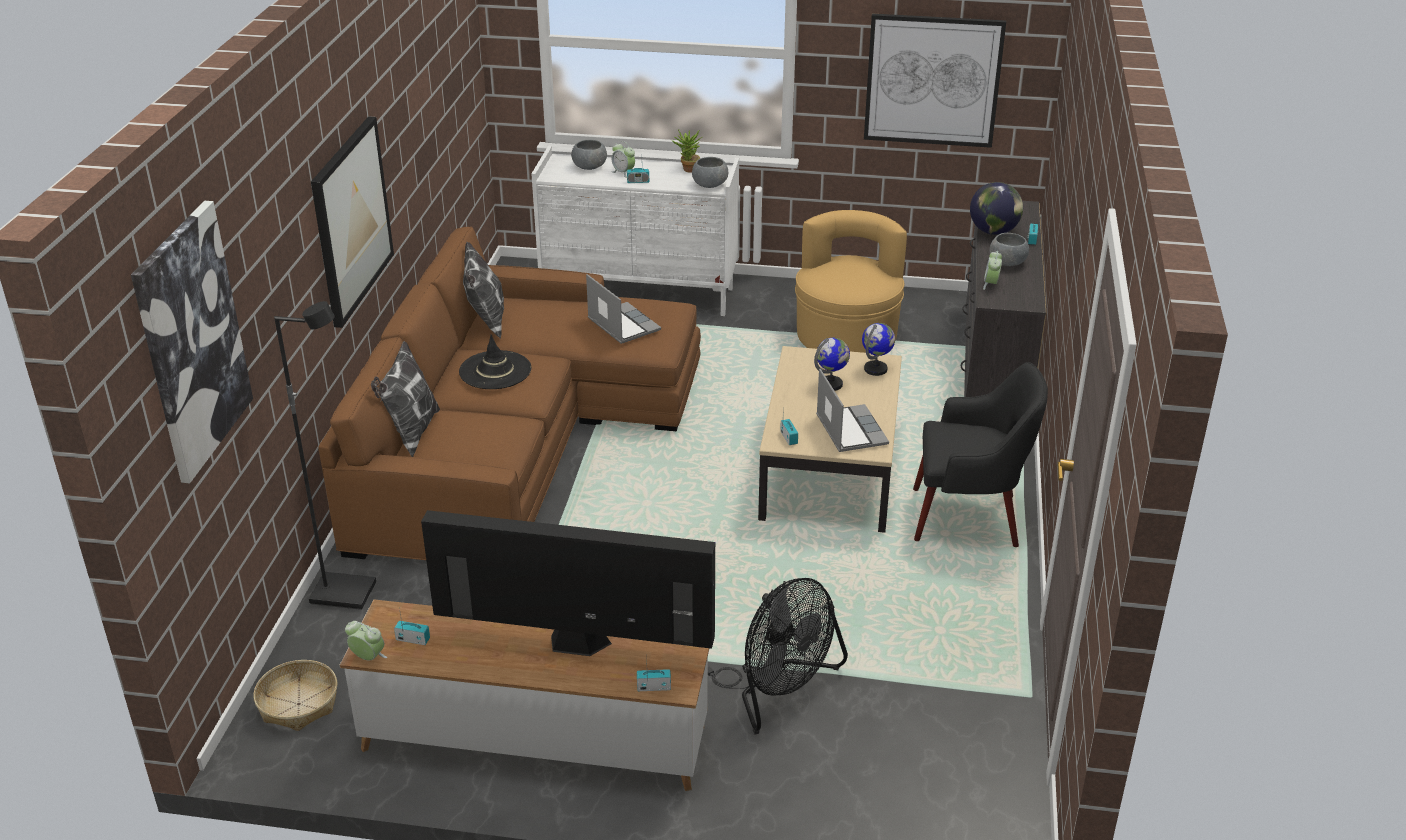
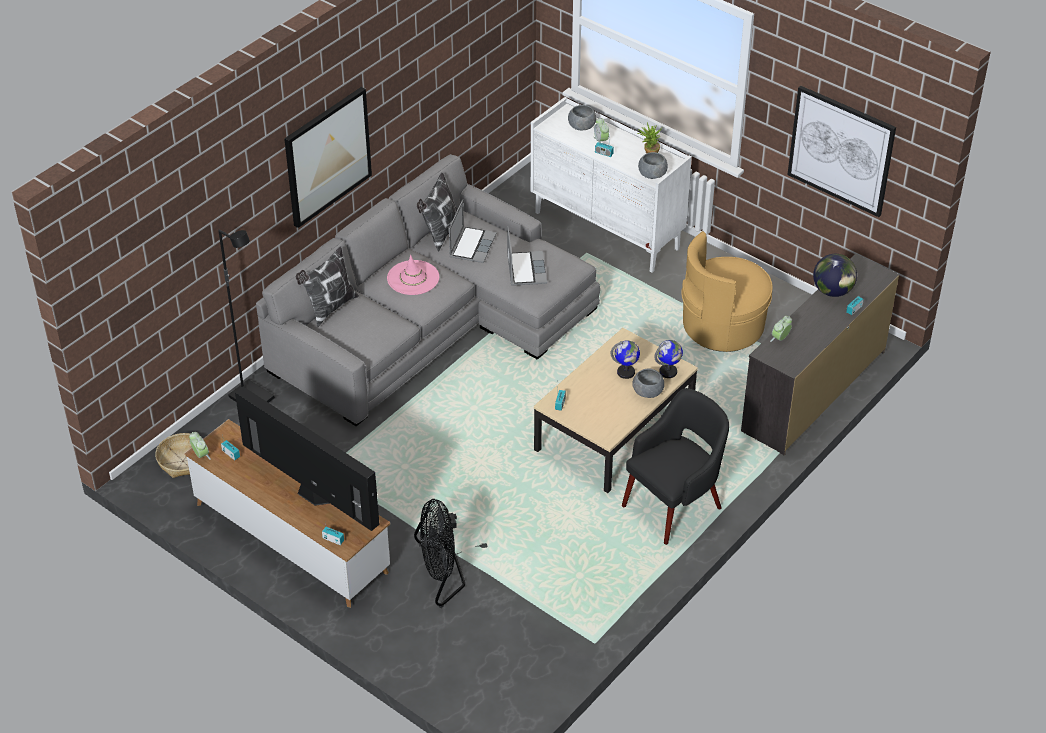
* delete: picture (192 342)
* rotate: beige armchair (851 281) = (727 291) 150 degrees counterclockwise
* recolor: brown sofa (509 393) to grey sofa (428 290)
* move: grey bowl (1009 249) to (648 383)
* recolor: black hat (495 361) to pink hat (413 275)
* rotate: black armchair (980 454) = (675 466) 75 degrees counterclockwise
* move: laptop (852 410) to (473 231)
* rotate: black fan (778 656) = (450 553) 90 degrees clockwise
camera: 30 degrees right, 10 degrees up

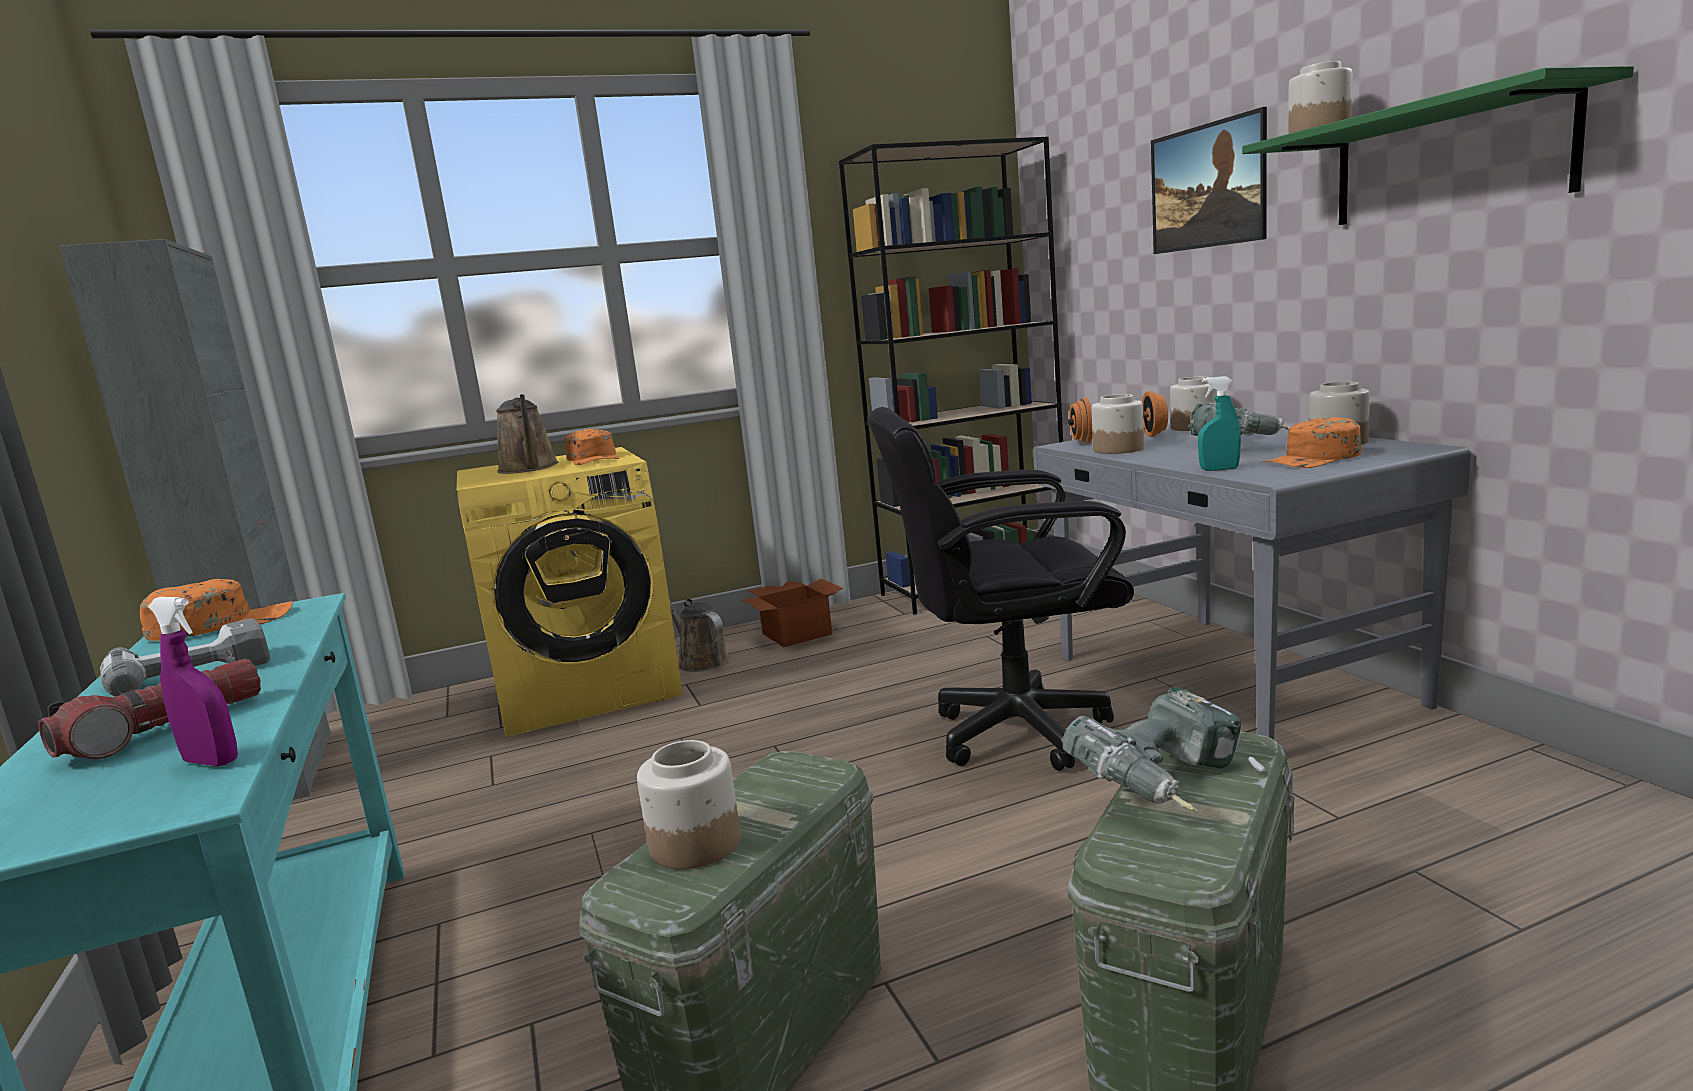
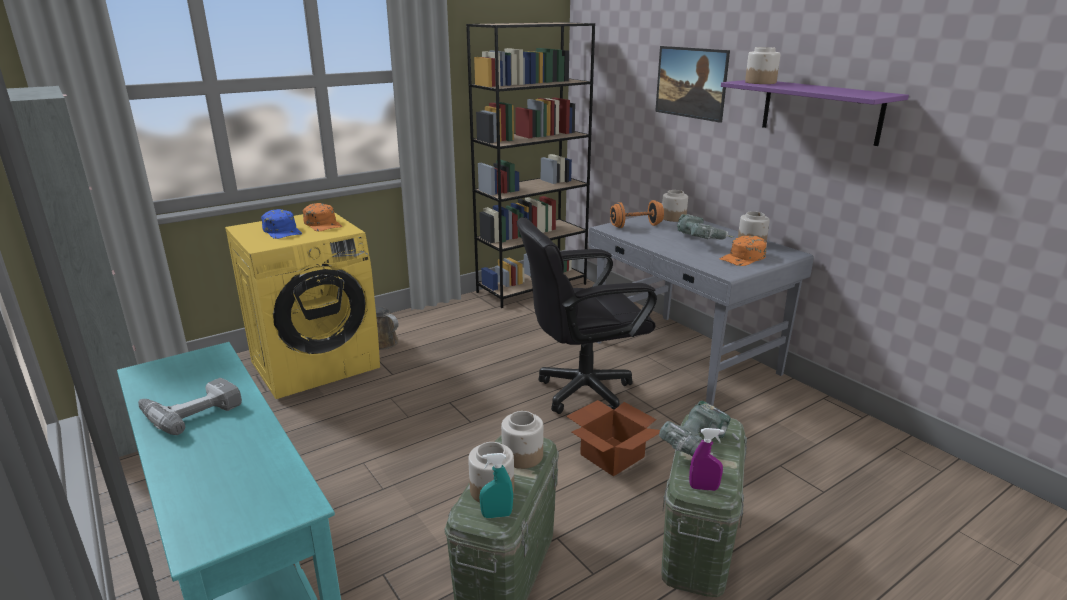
* recolor: green shelf (1438 145) to purple shelf (815 113)
* move: turquoise spray bottle (1219 423) to (496 485)
* replace: brown watering can (527 434) to blue cap (281 224)
* move: jar (1118 424) to (522 440)
* move: cardboard box (793 612) to (613 438)
* delete: orange cap (216 610)
* move: purple spray bottle (193 681) to (706 459)
* delete: flashlight (150 709)
camera: 15 degrees left, 10 degrees up

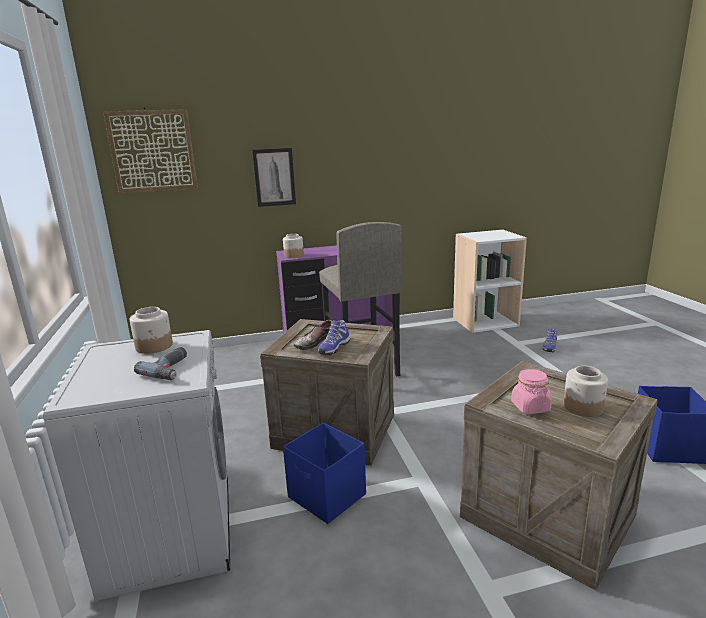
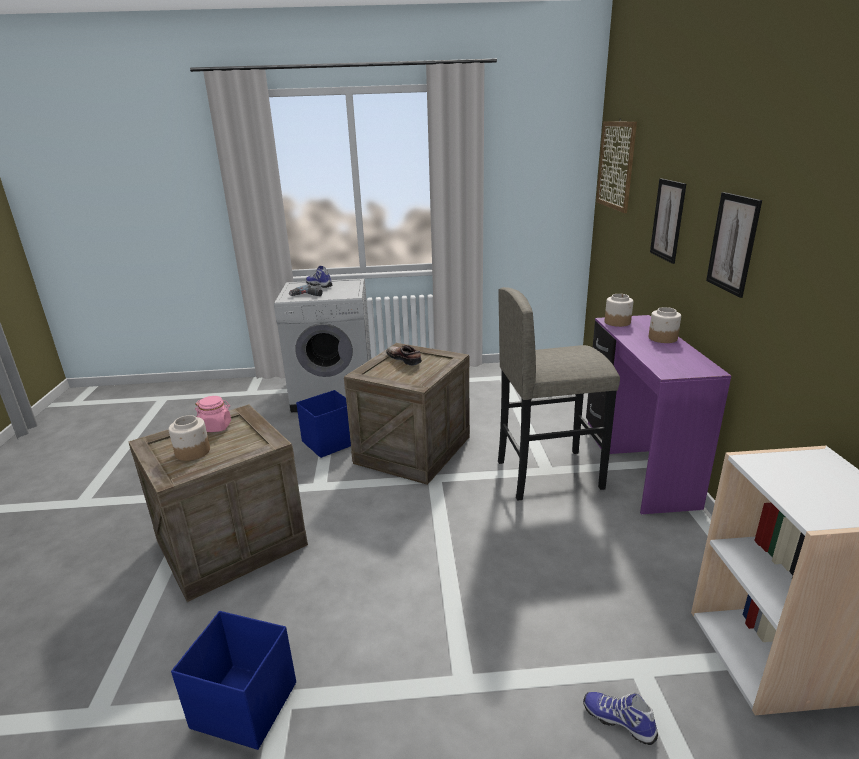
* move: jar (151 330) to (665 325)
* move: shoe (334 337) to (319 277)
* insert: picture (734 245)
camera: 100 degrees right, 5 degrees up

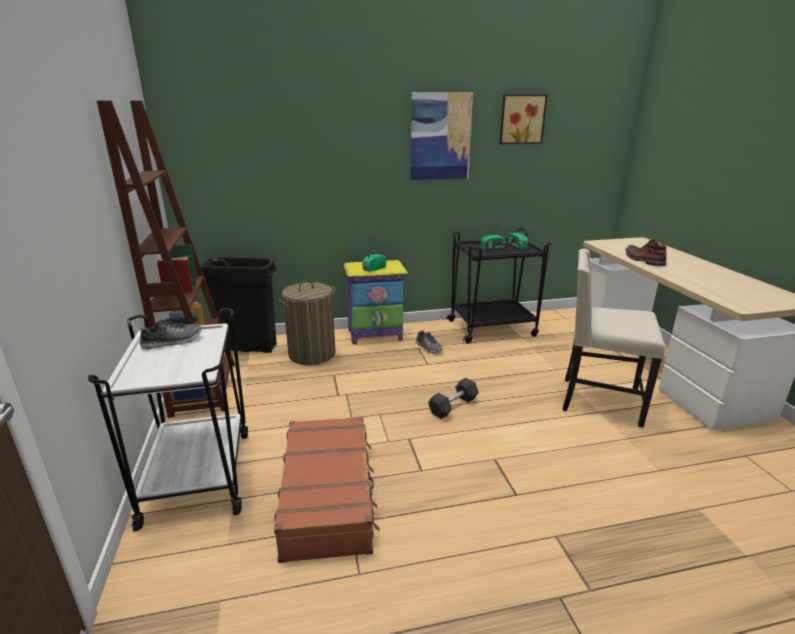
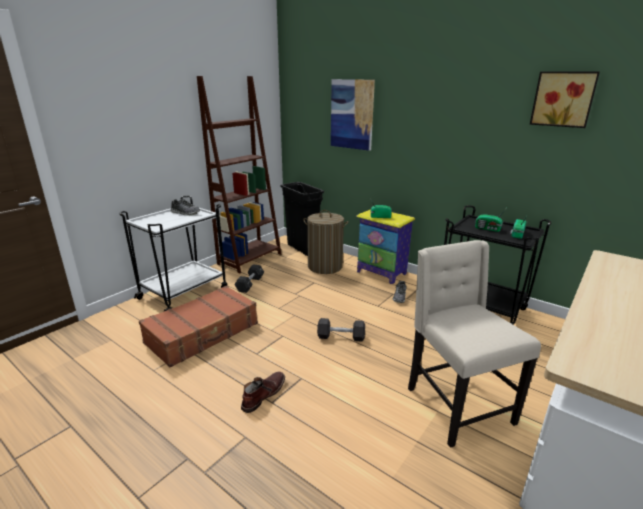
* move: picture (442 136) to (353 115)
* move: brown boot (646 253) to (263 392)
* insert: black dumbbell (249 278)
camera: 50 degrees right, 0 degrees up

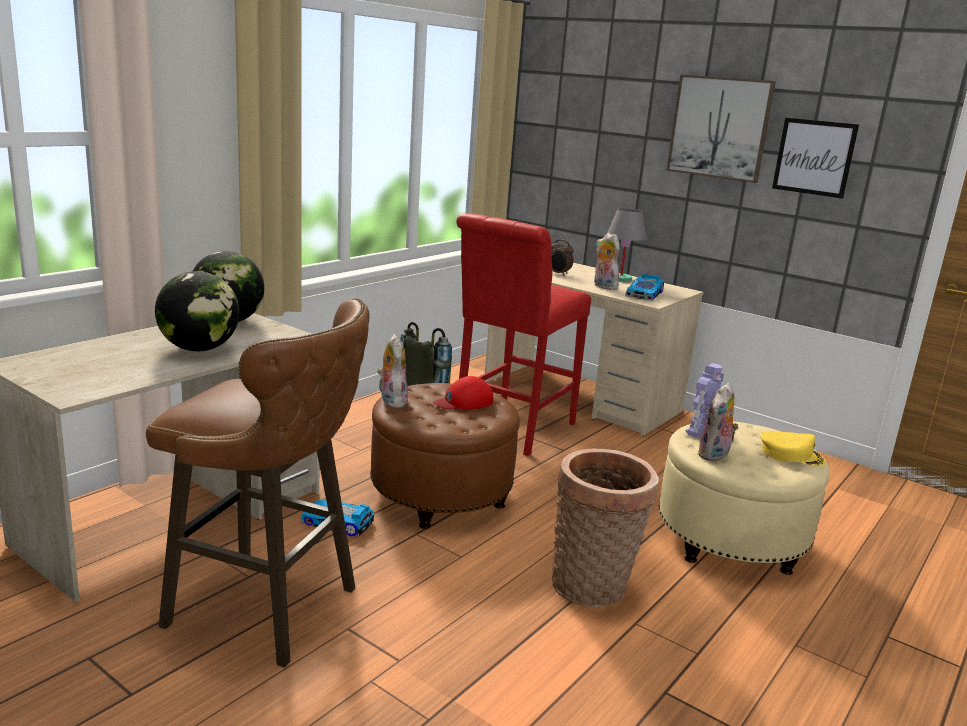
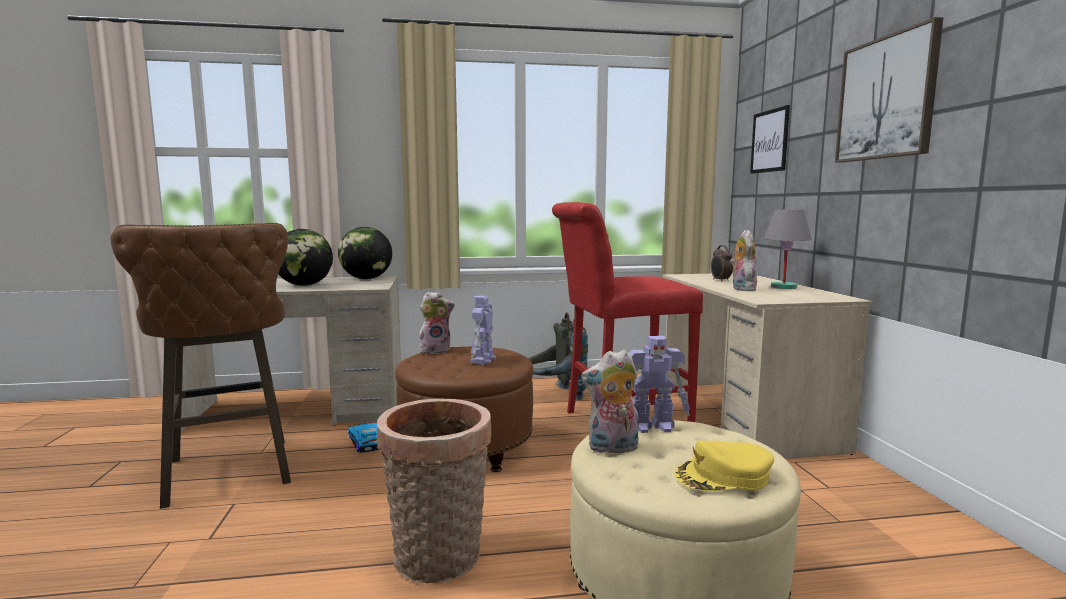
* move: picture (815 158) to (770 139)
* delete: toy car (644 287)
* rotate: plush toy (392 371) = (437 322) 45 degrees clockwise
* replace: red cap (463 393) to toy robot (483 330)
* rotate: yellow cap (793 448) = (724 466) 105 degrees clockwise
camera: 45 degrees right, 10 degrees down

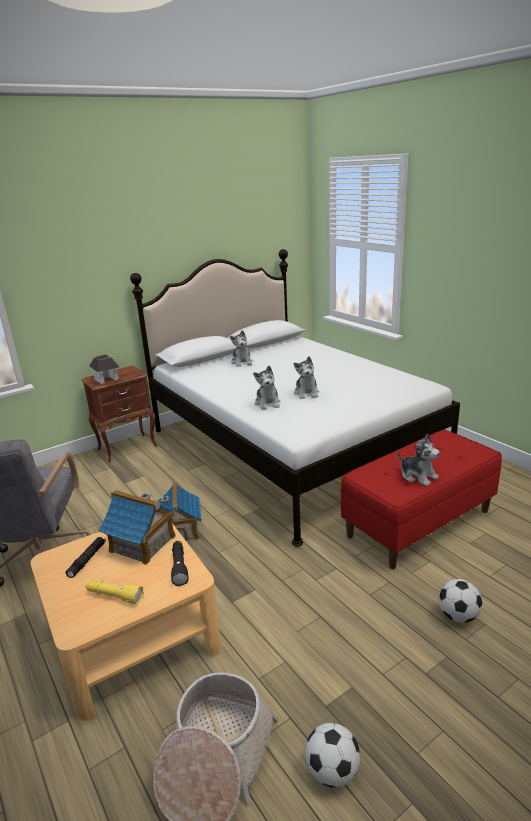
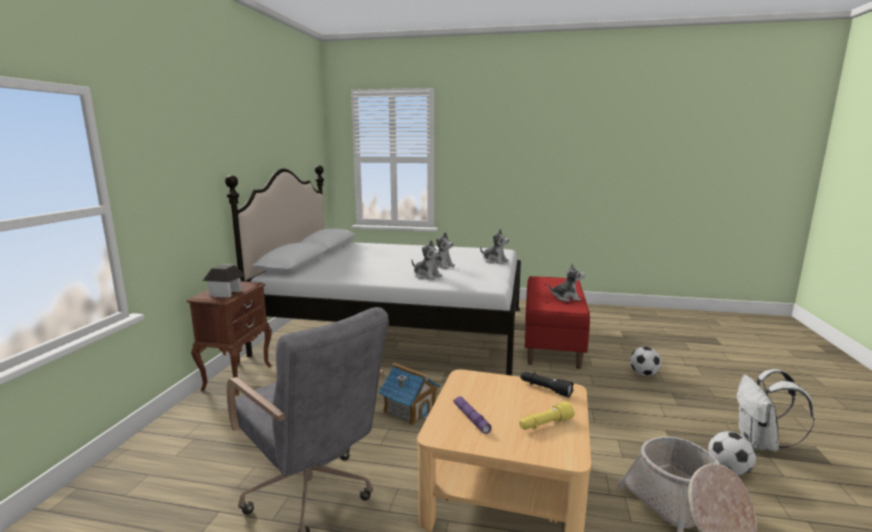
* move: plush toy (241 348) to (494 246)
* delete: toy house (138 527)
* recolor: black flashlight (86 557) to purple flashlight (472 415)
* insert: white backpack (775 410)
camera: 45 degrees left, 10 degrees down

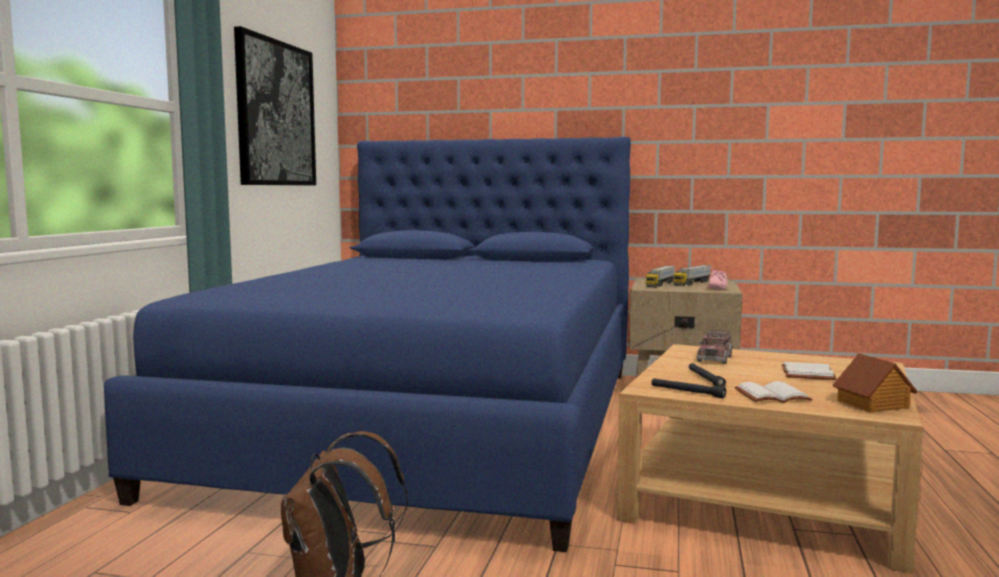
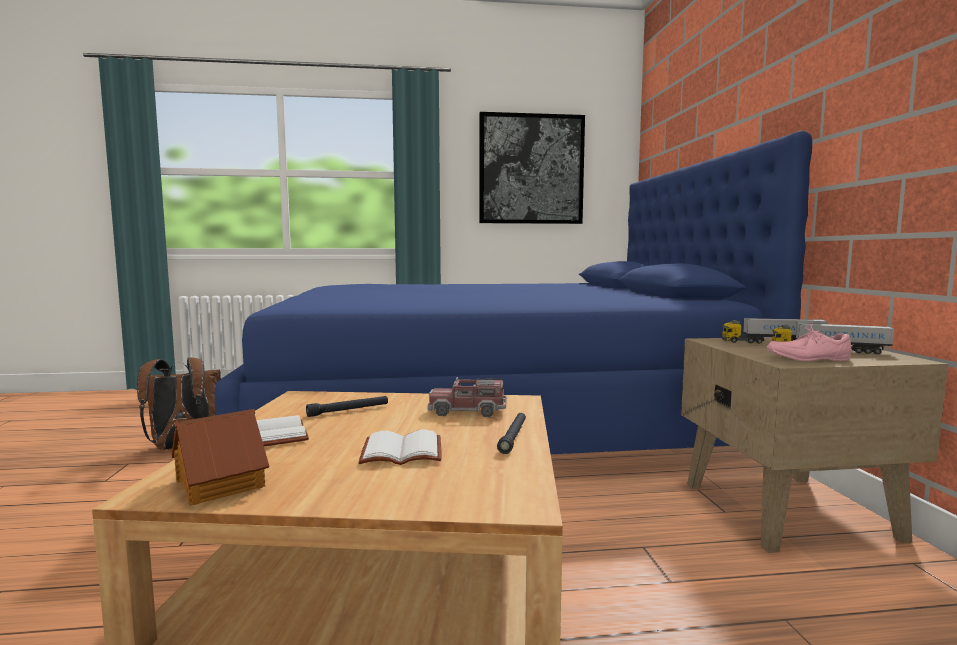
* move: black flashlight (688 388) to (511 433)
camera: 70 degrees right, 0 degrees up

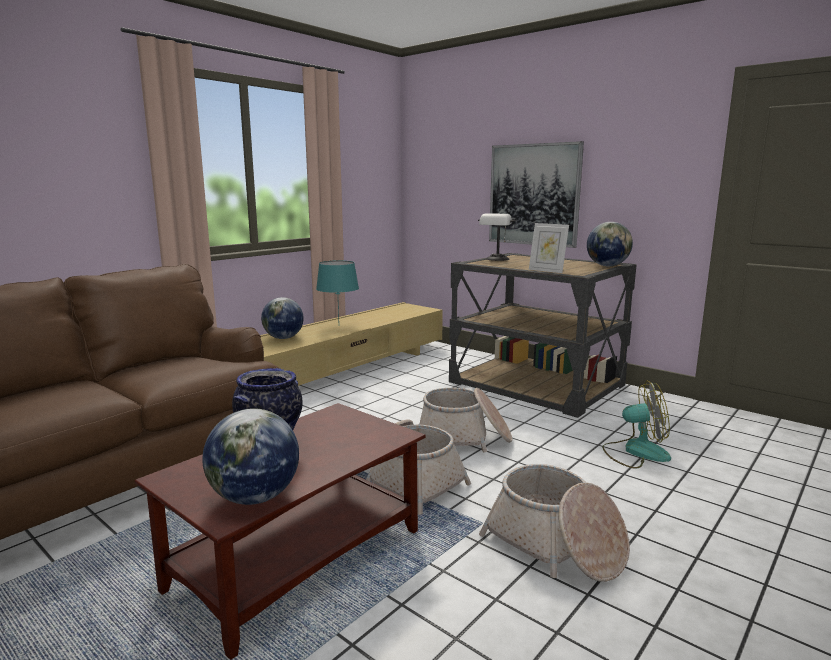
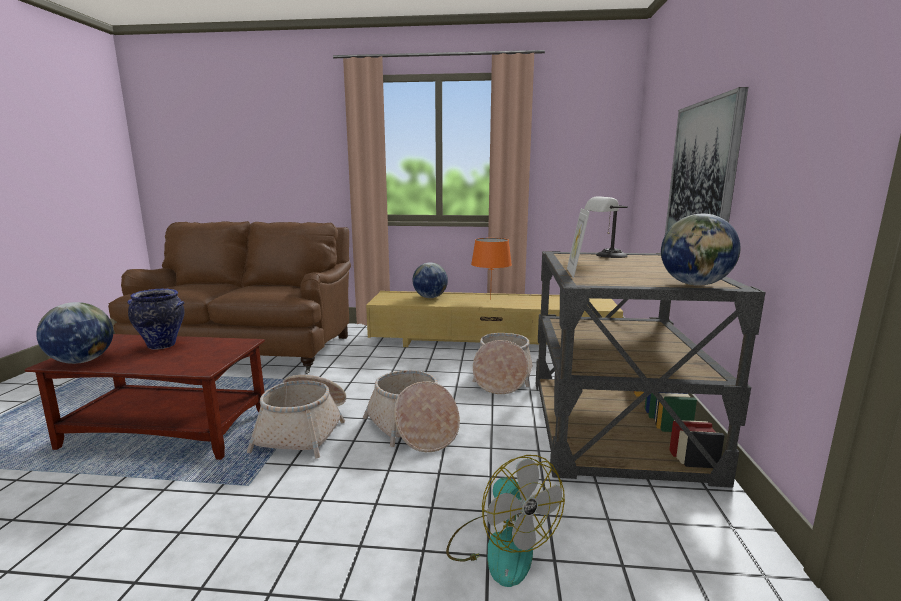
* recolor: turquoise table lamp (337 290) to orange table lamp (491 269)
* move: basket (554 523) to (503 363)
camera: 55 degrees right, 0 degrees up

